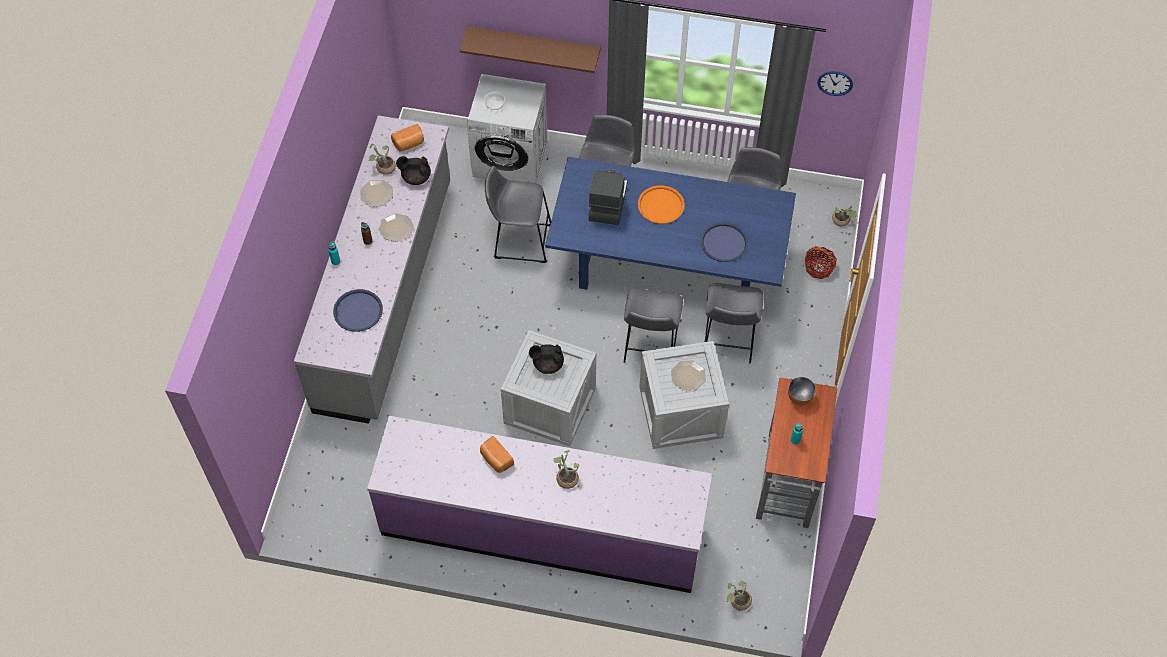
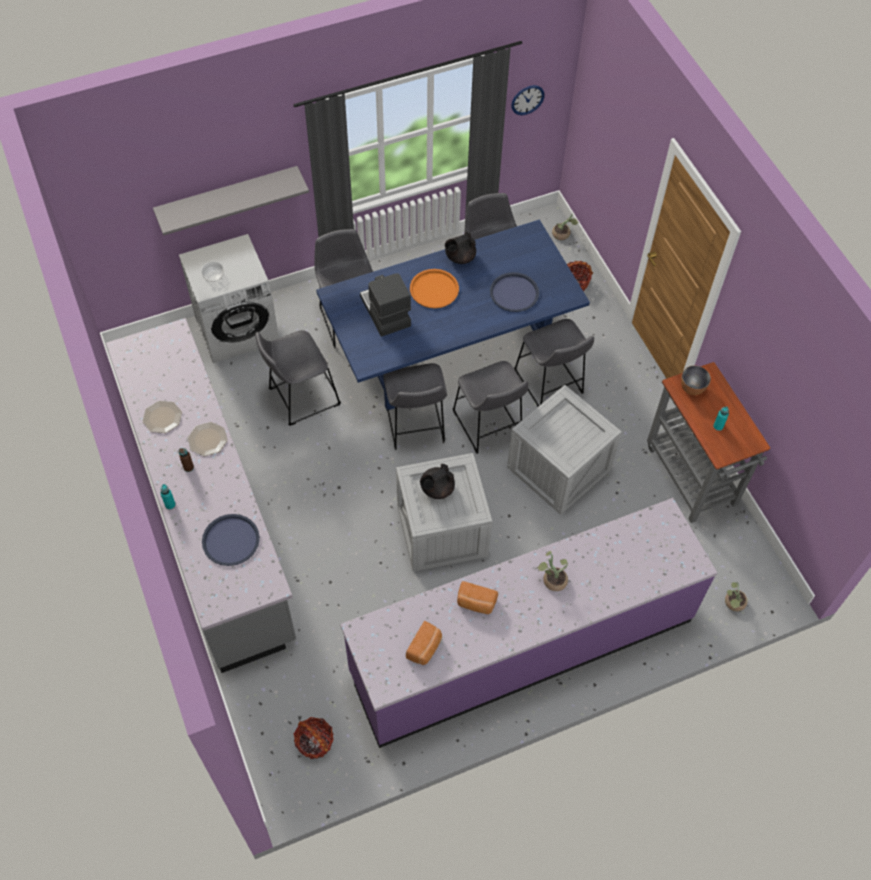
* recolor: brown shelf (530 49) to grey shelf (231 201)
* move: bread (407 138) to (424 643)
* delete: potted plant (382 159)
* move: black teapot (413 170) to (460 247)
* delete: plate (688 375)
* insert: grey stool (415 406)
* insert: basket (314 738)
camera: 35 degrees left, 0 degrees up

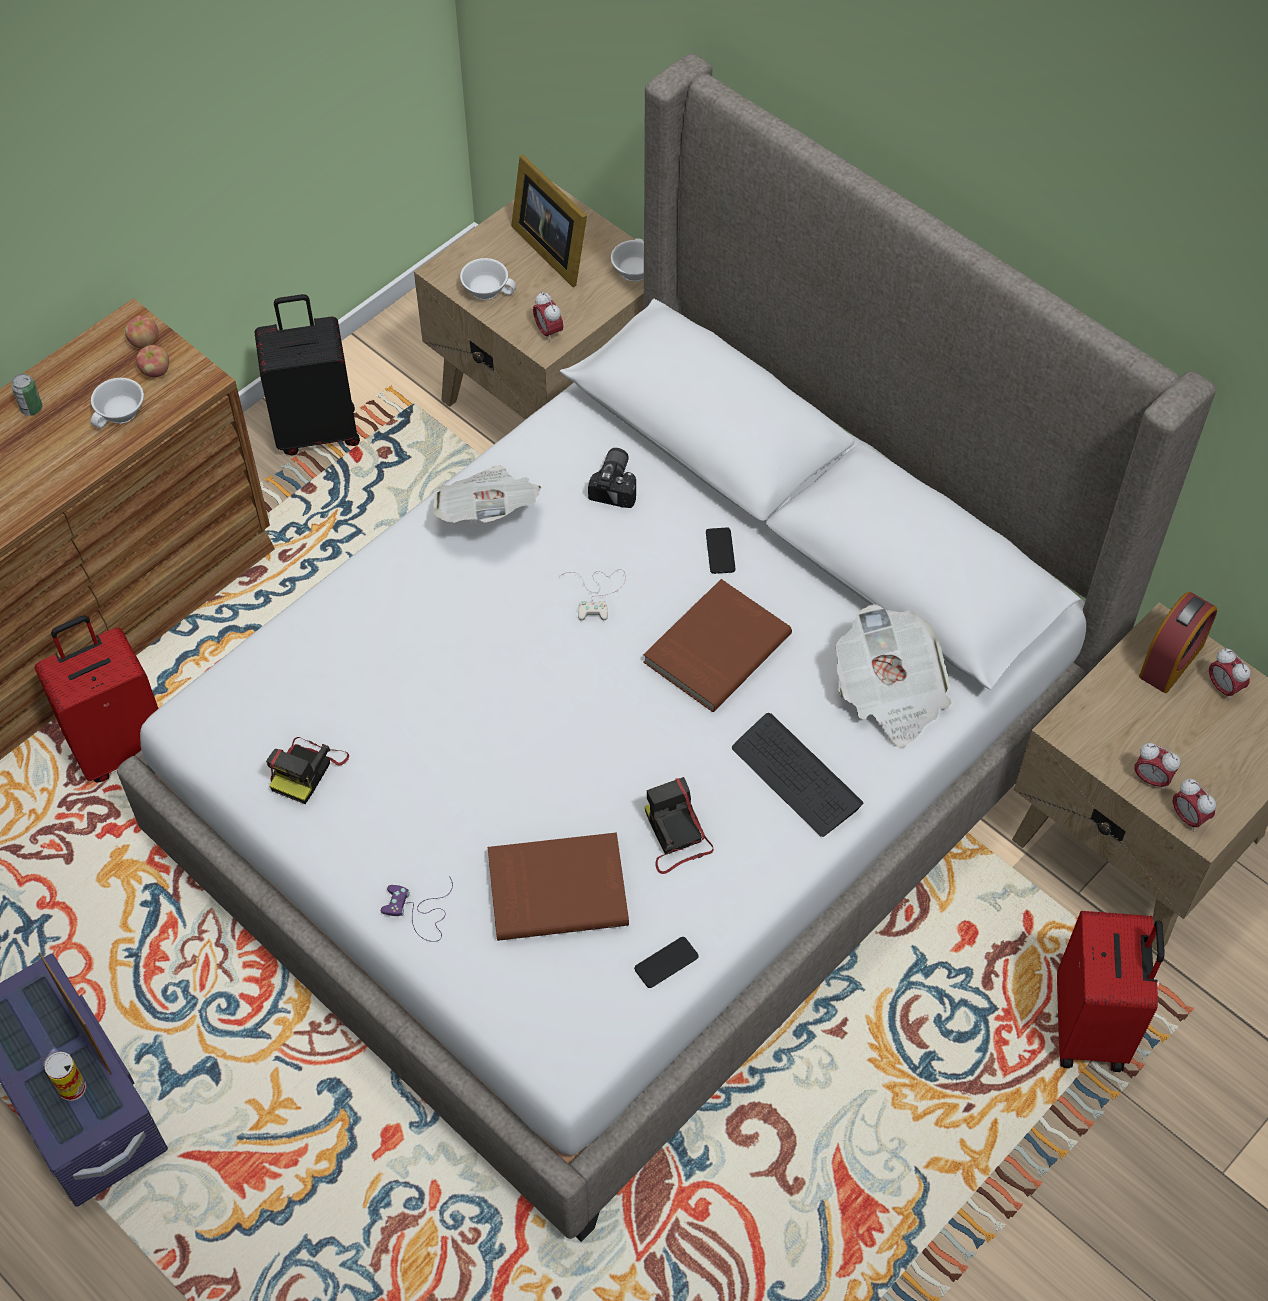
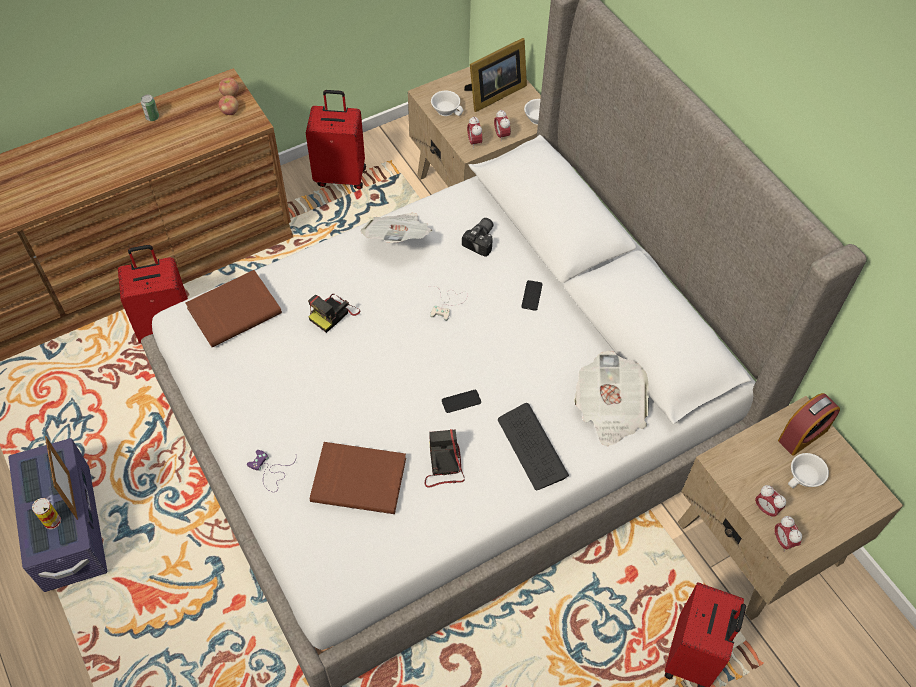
* rotate: picture frame (549 221) = (495 75) 105 degrees counterclockwise
* recolor: black suitcase (307 374) to red suitcase (336 140)
* move: white cup (117 403) to (808 470)
* move: brown book (717 645) to (233 308)
* move: alarm clock (1230 674) to (502 126)
* move: photo camera (307 770) to (334 313)
* move: phone (666 962) to (461 401)
camera: 15 degrees right, 0 degrees up

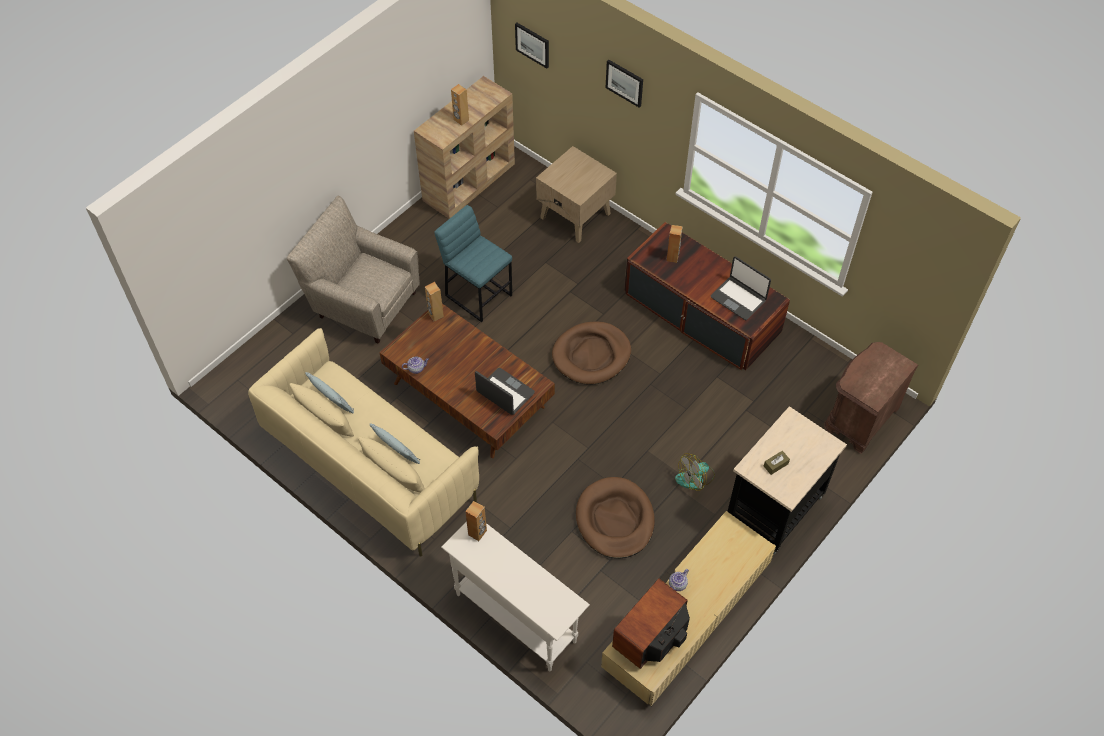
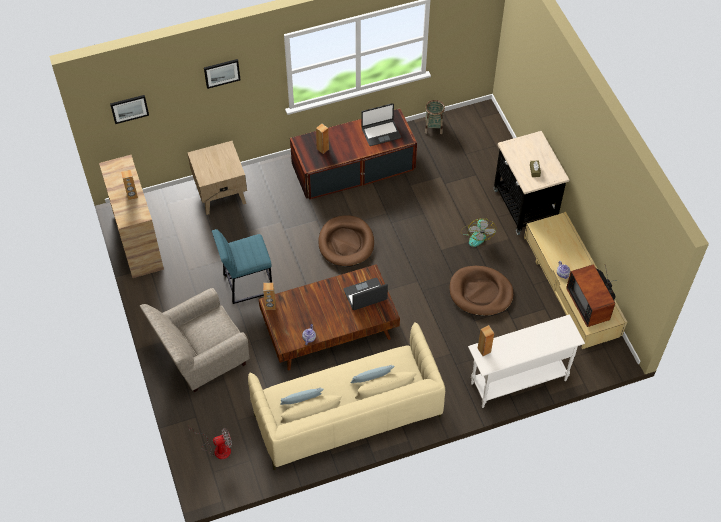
* delete: brown nightstand (871 398)
* insert: basket (435 117)
* insert: fan (210 442)
camera: 60 degrees left, 0 degrees up

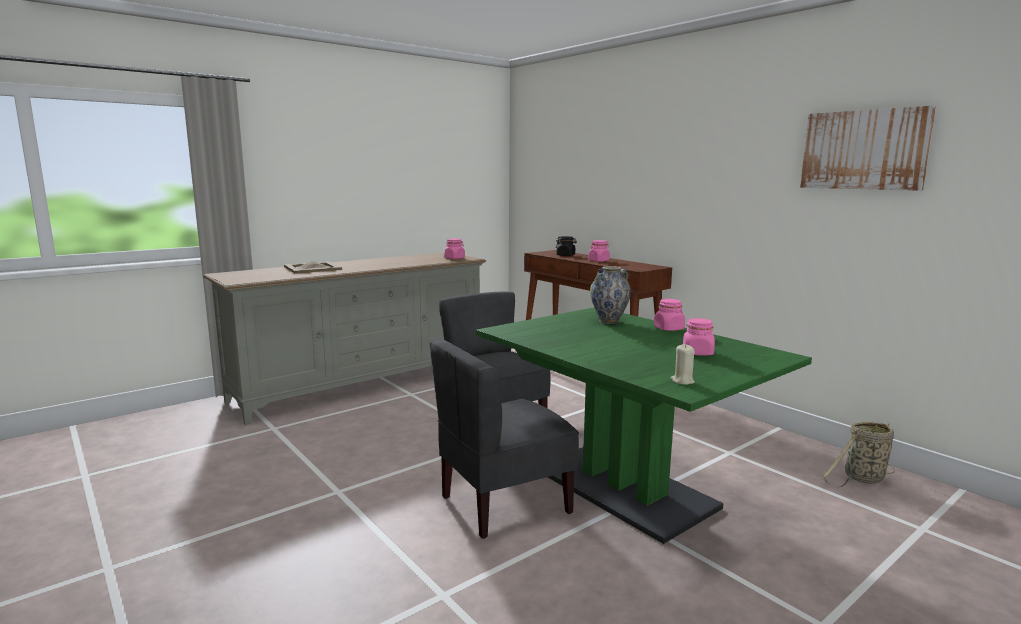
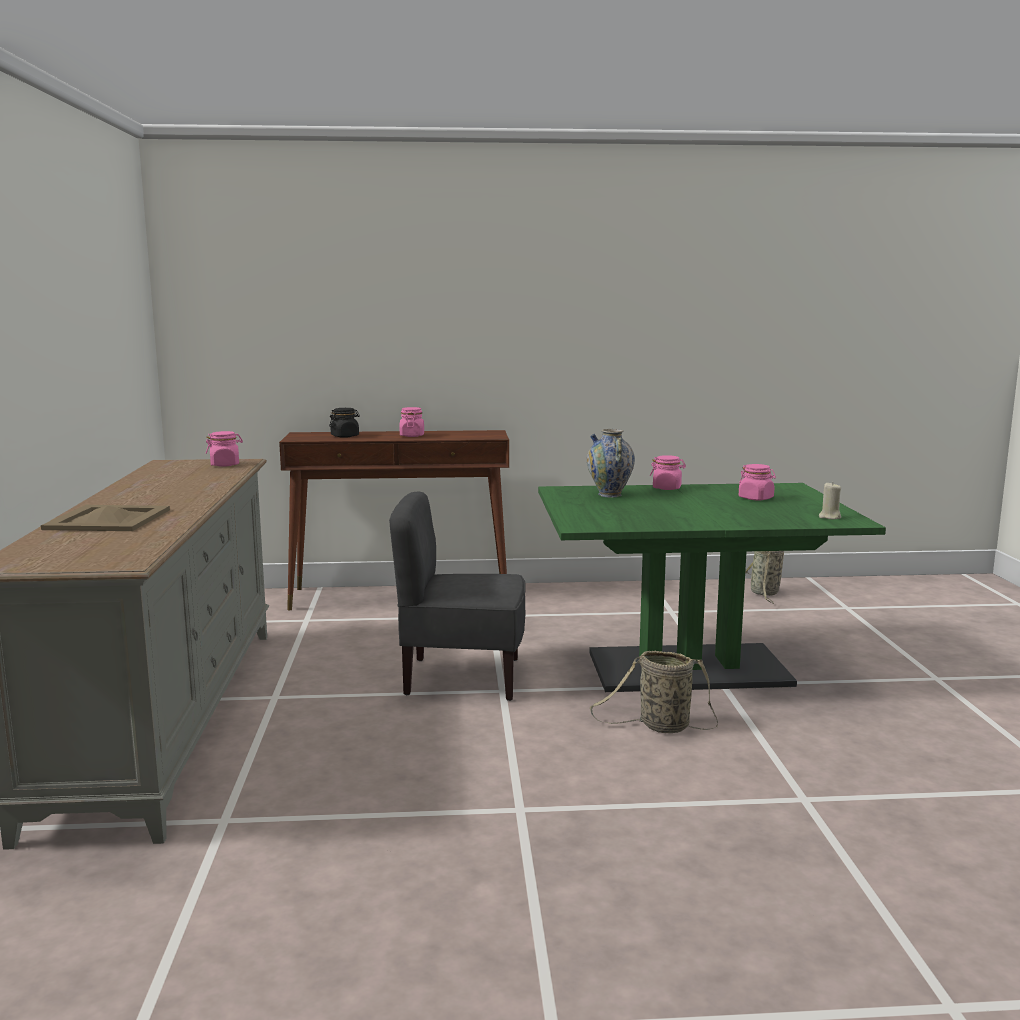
* delete: picture (868 148)
* replace: grey chair (504 439) to basket (654 692)
camera: 55 degrees left, 0 degrees up

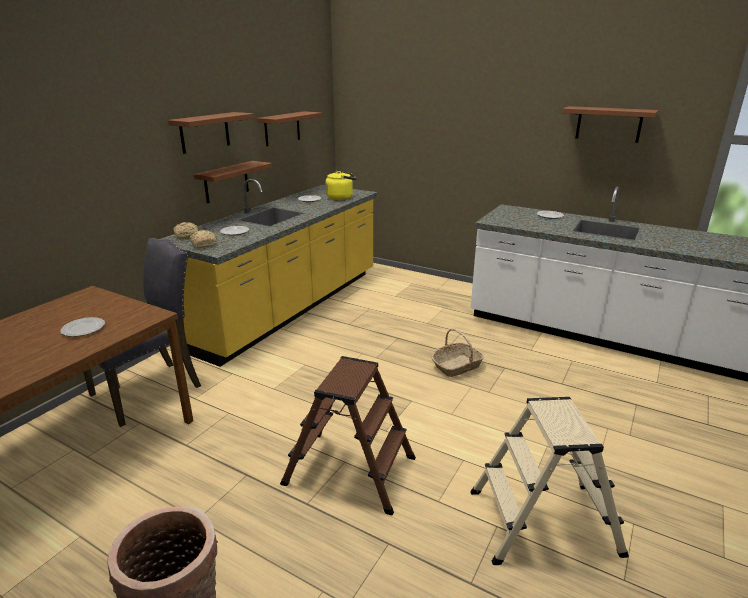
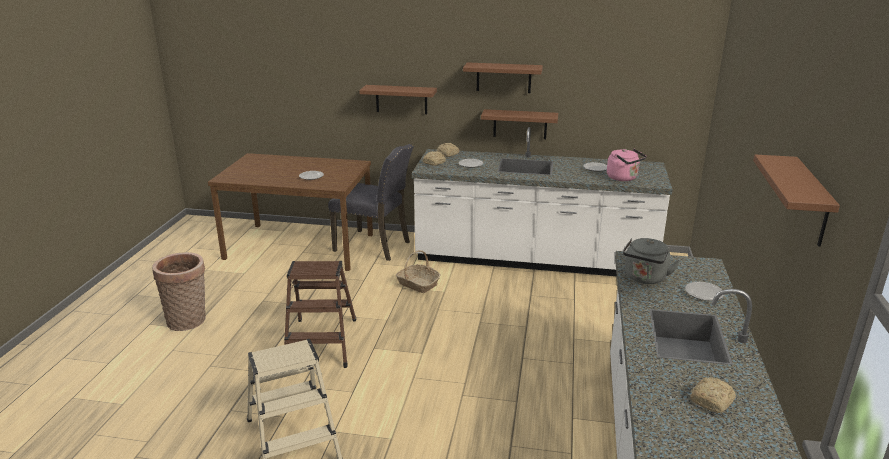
* move: brown shelf (289 128) to (398 99)
* recolor: yellow kettle (340 185) to pink kettle (627 165)
* recolor: yellow counter (267 273) to white counter (542 201)
* move: basket (457 352) to (418 271)
* insert: grey kettle (651 261)
* insert: bread (713 395)
camera: 70 degrees right, 0 degrees up

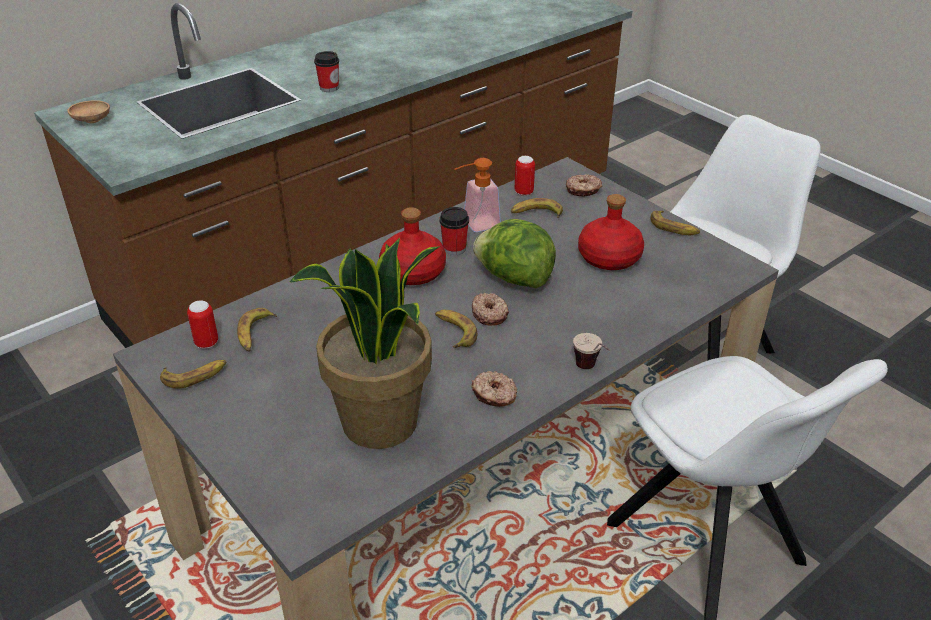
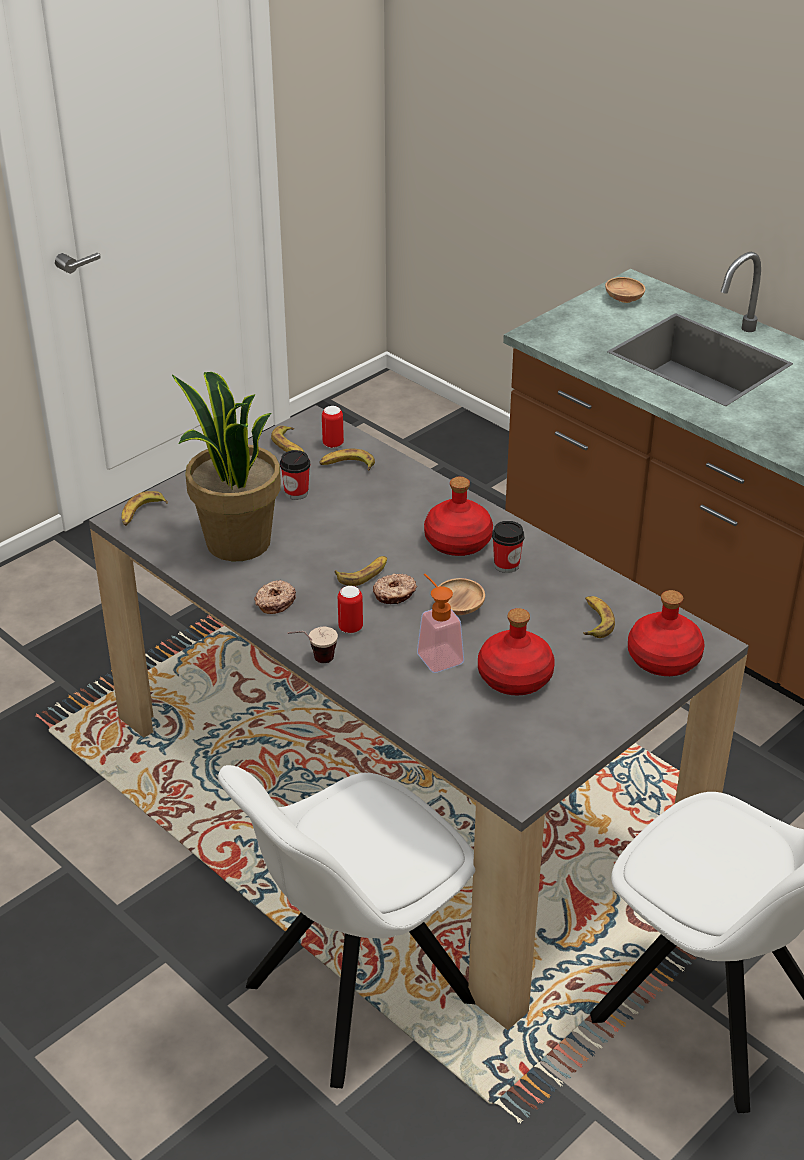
* move: cup (326 71) to (295 475)
* move: can (524 176) to (350 609)
* move: soap dispenser (477 195) to (440 623)
* replace: donut (584 185) to red bottle (666 633)
* move: banana (675 223) to (145 508)
* replace: lettuce (514 253) to brown bowl (461 596)
camera: 85 degrees right, 0 degrees up

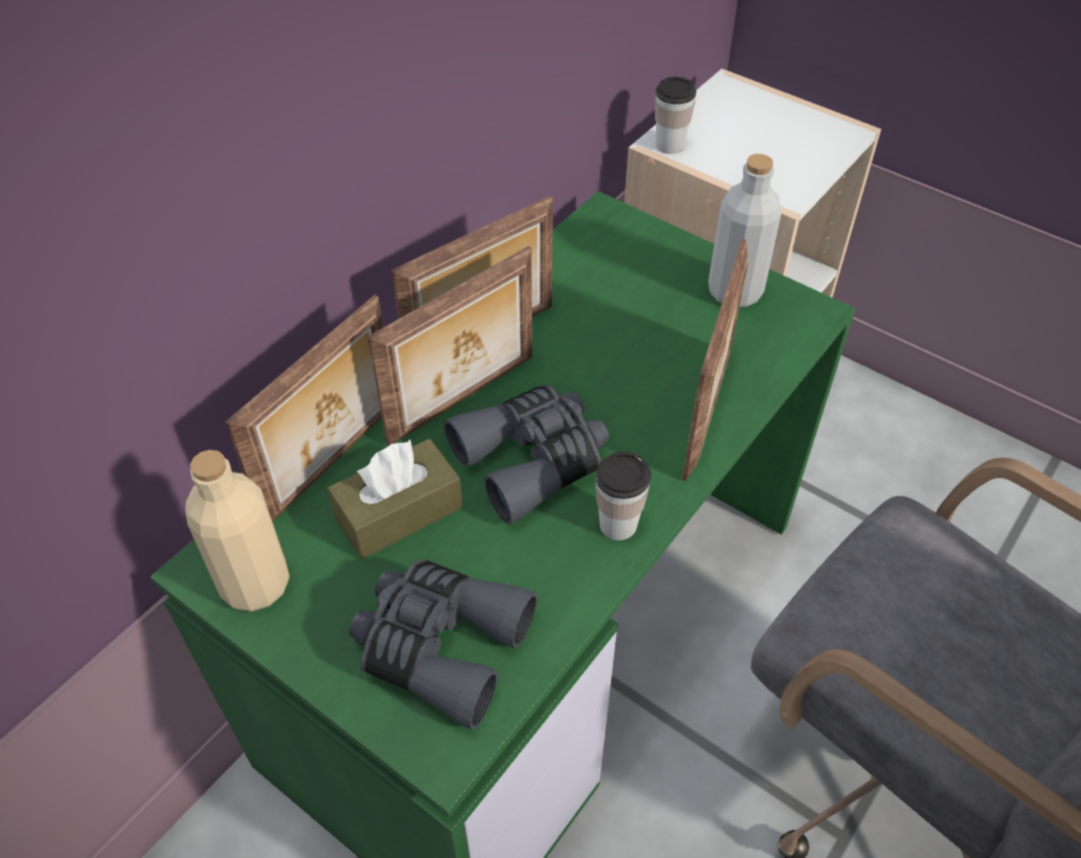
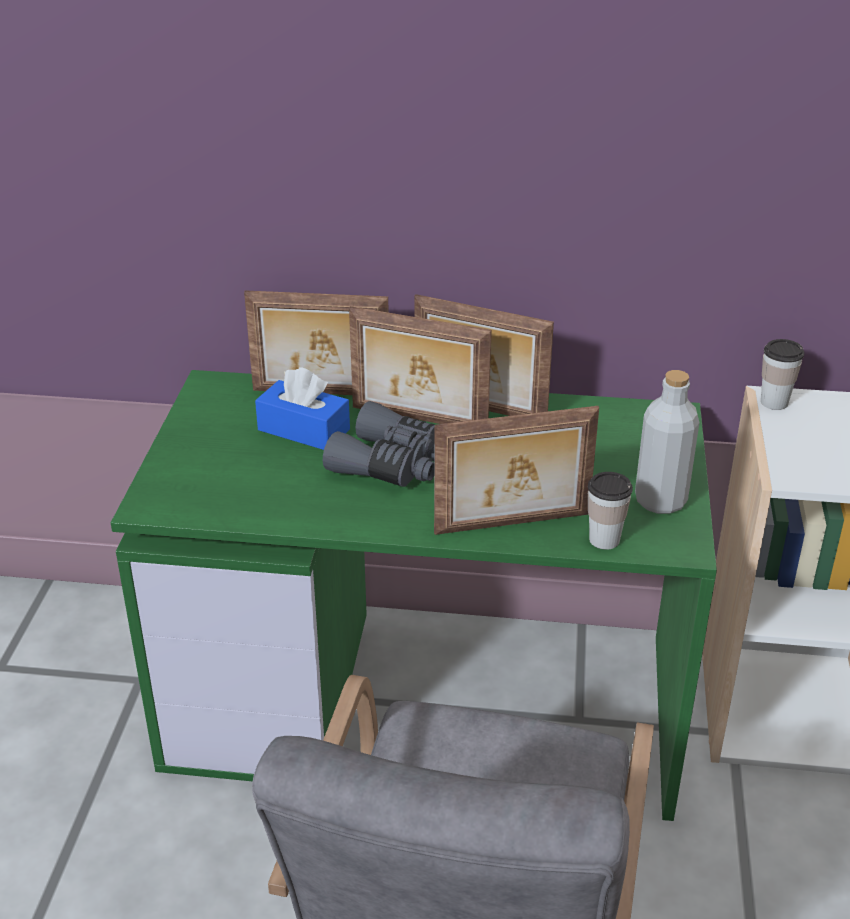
* recolor: brown tissue box (395 499) to blue tissue box (302 408)
* delete: beige bottle (237 531)
* move: cup (623 496) to (610 511)
* delete: grey binoculars (443 644)
camera: 60 degrees right, 15 degrees down

